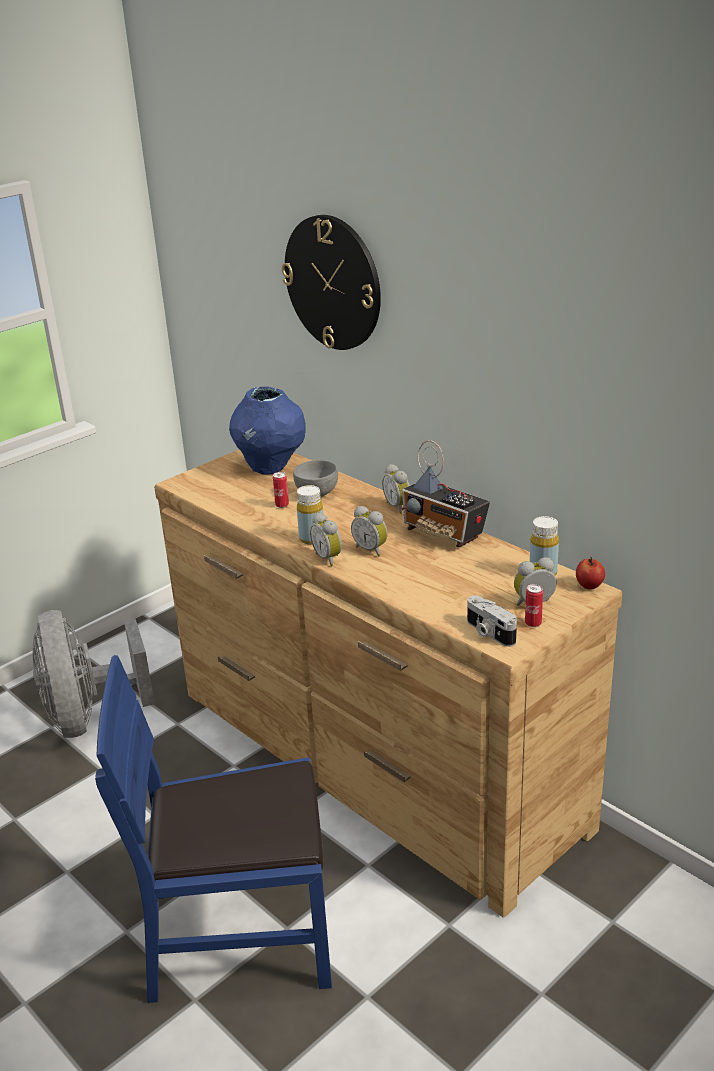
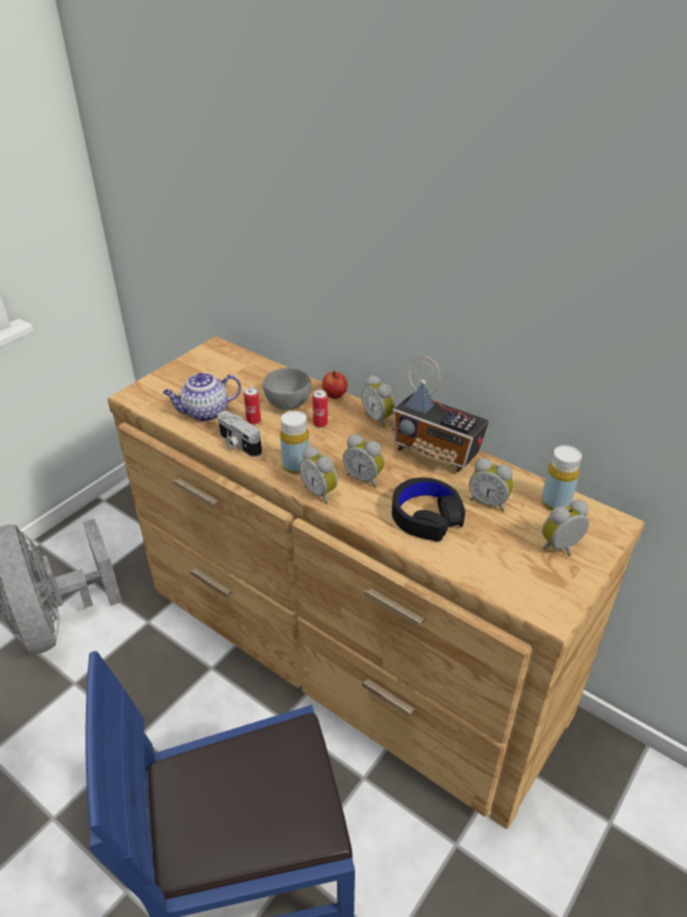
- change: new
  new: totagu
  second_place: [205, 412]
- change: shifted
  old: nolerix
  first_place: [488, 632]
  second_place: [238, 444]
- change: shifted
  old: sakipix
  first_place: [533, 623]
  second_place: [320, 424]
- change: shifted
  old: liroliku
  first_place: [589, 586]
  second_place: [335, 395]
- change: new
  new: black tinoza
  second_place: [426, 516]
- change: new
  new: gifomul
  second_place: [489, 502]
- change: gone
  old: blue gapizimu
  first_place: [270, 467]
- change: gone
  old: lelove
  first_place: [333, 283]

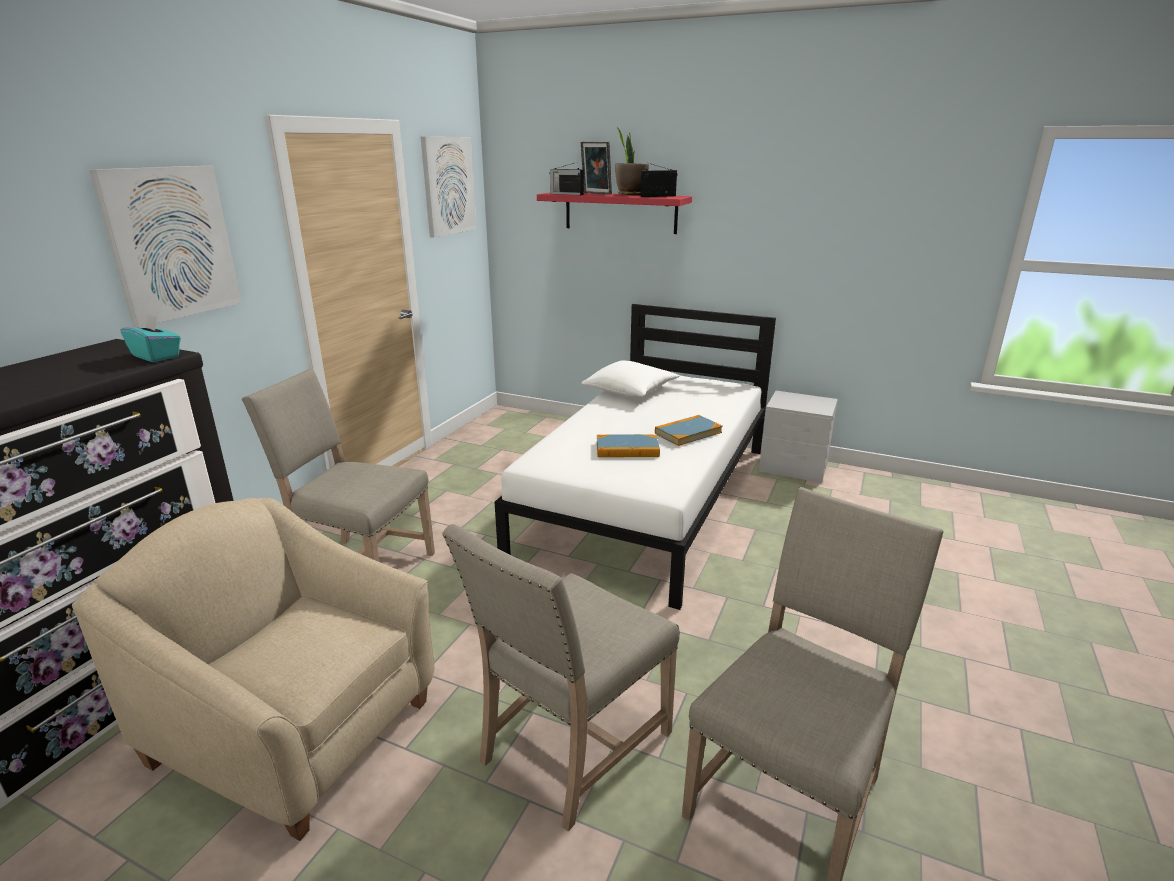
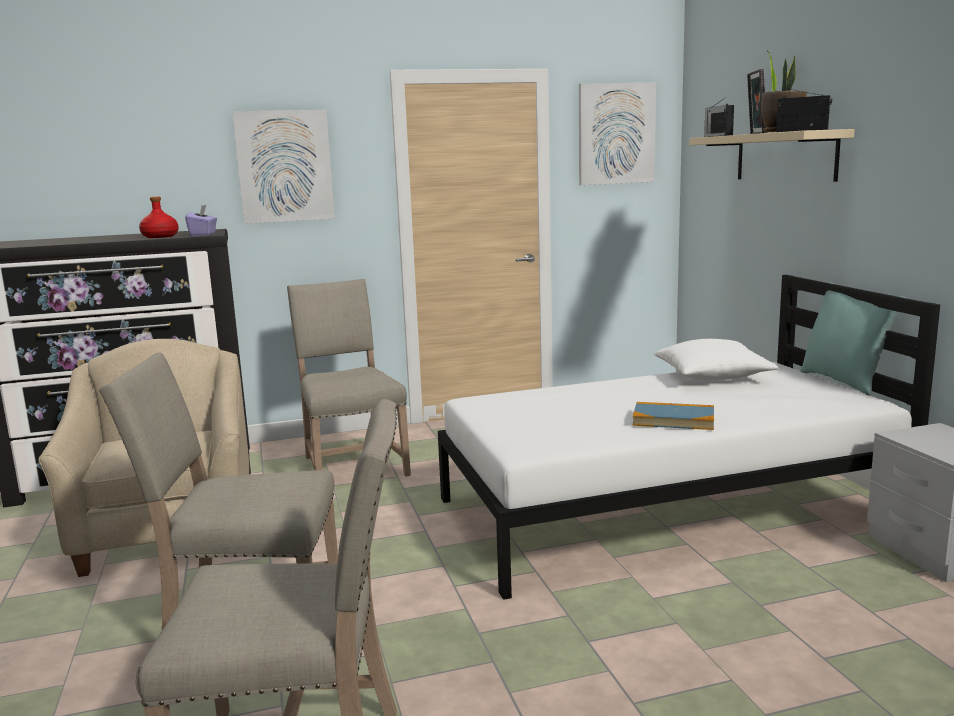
- change: new
  new: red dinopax
  second_place: [159, 236]
- change: repainted
  old: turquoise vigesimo
  new: purple vigesimo
  first_place: [156, 356]
  second_place: [203, 234]
- change: repainted
  old: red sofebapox
  new: beige sofebapox
  first_place: [620, 212]
  second_place: [785, 156]
- change: new
  new: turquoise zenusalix
  second_place: [844, 382]
- change: gone
  old: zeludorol
  first_place: [627, 449]

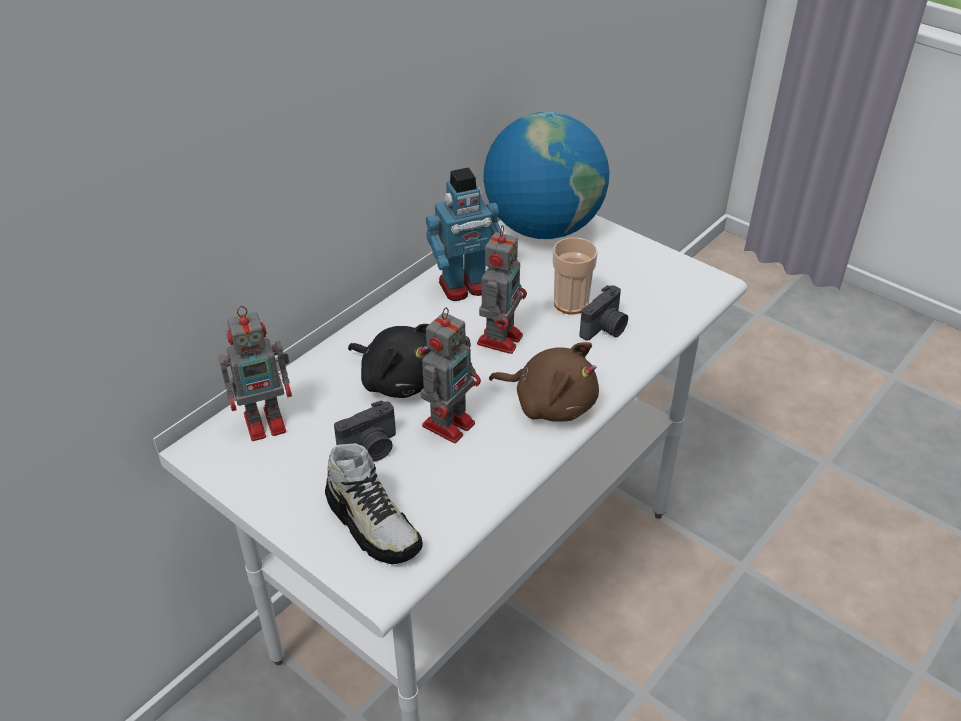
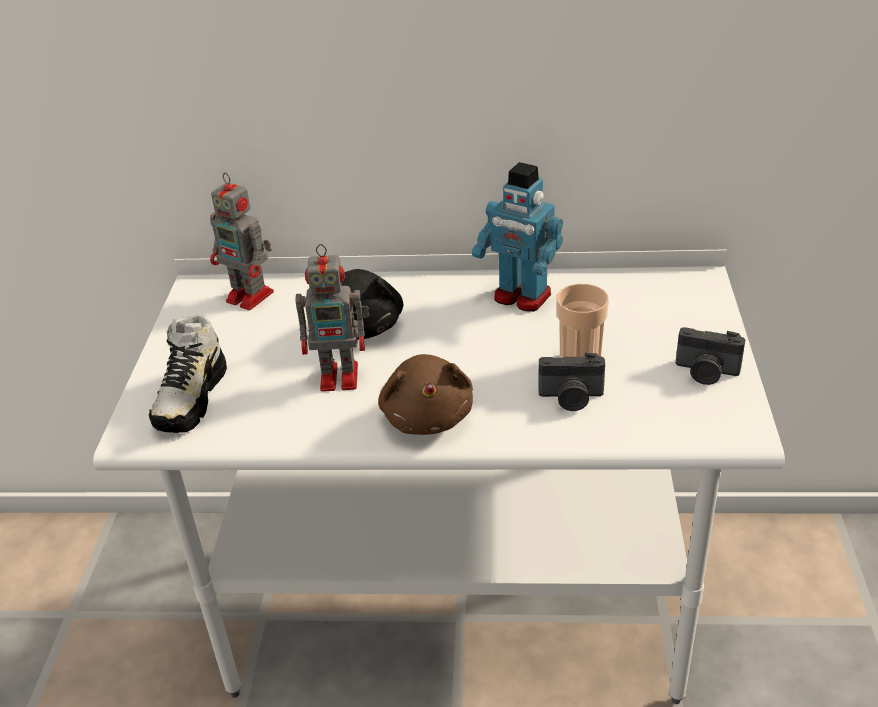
- change: shifted
  old: nolerix
  first_place: [371, 448]
  second_place: [706, 372]
- change: gone
  old: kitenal
  first_place: [500, 338]
- change: gone
  old: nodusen
  first_place: [542, 228]

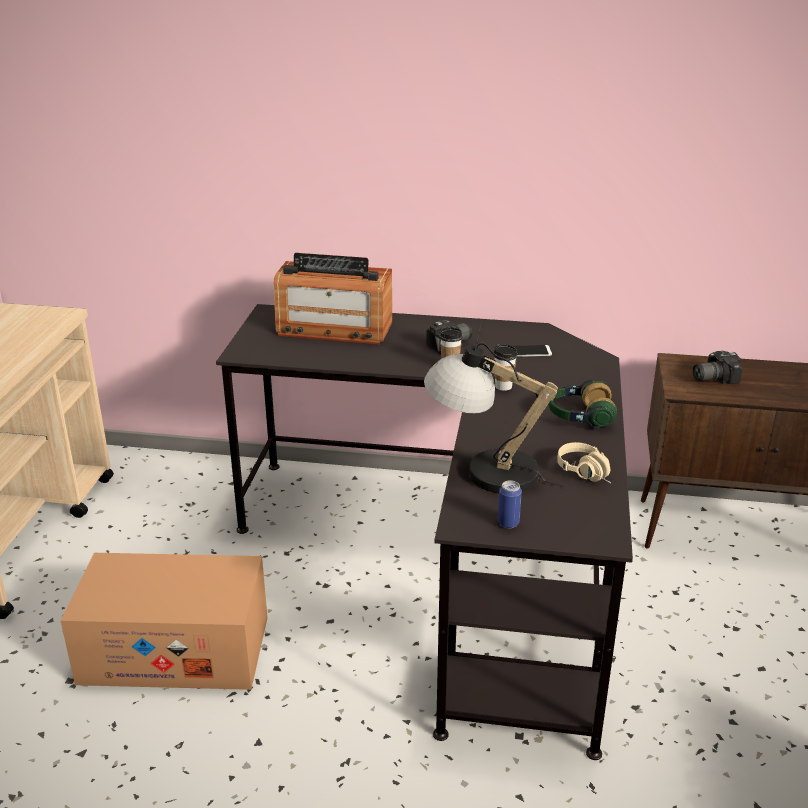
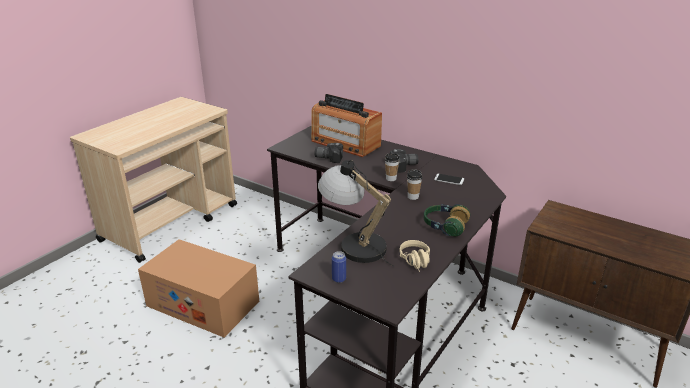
- change: shifted
  old: nolerix
  first_place: [712, 377]
  second_place: [329, 158]

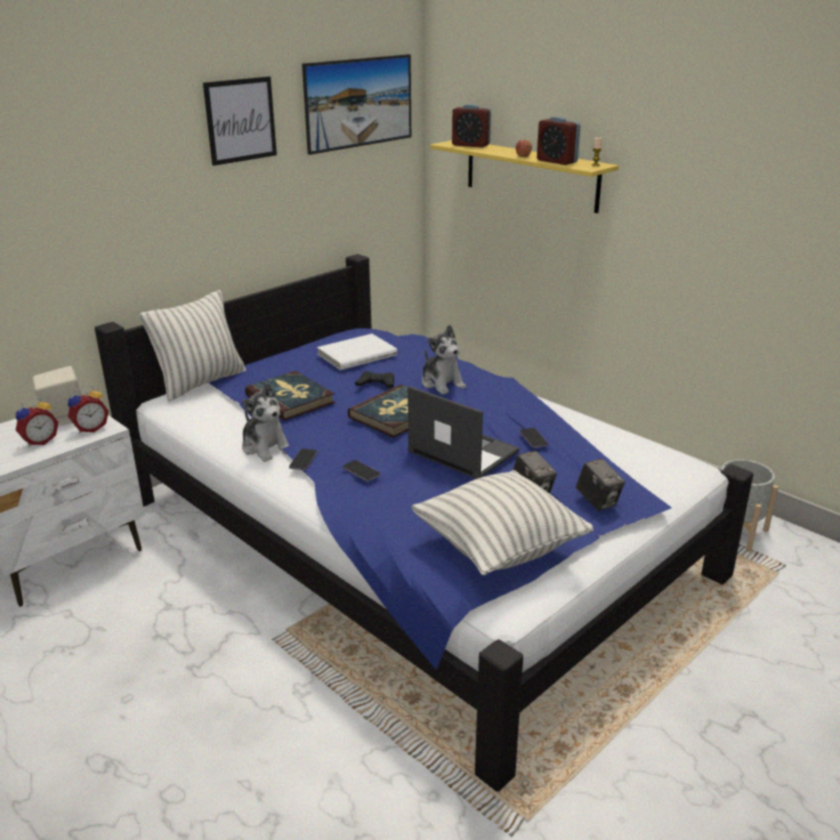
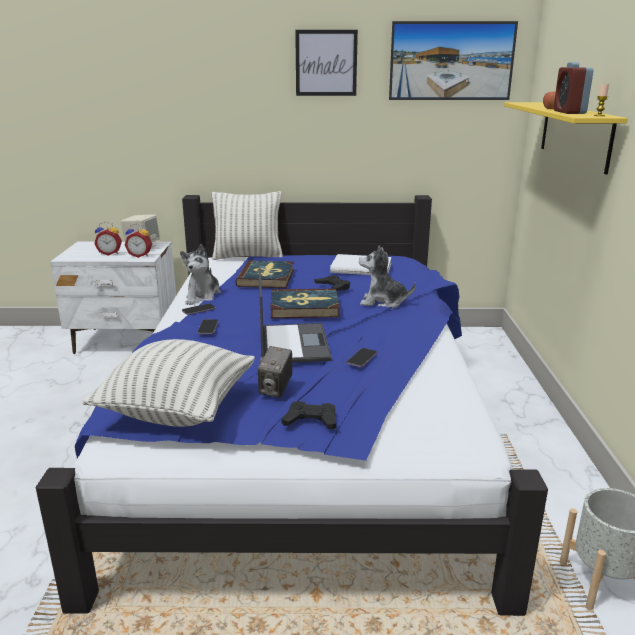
- change: swapped
  old: nolerix
  new: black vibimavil
  first_place: [598, 501]
  second_place: [311, 421]
- change: rotated
  old: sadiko
  first_place: [442, 383]
  second_place: [383, 303]
  degrees: 90
- change: gone
  old: gifomul
  first_place: [470, 145]

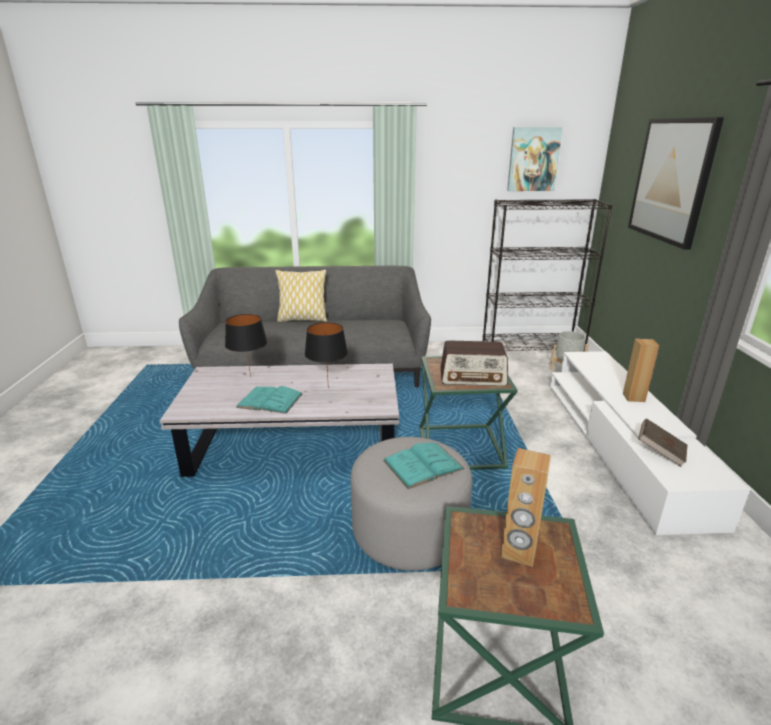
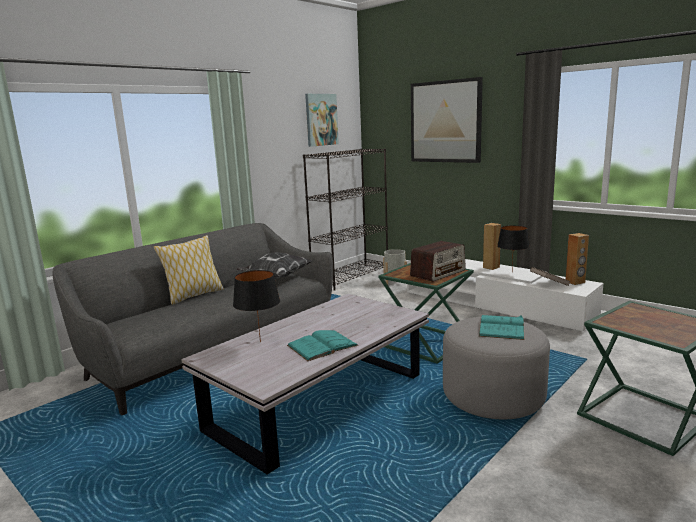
- change: new
  new: zenusalix
  second_place: [275, 278]
- change: shifted
  old: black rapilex
  first_place: [328, 388]
  second_place: [512, 272]
- change: shifted
  old: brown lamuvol
  first_place: [518, 552]
  second_place: [575, 282]

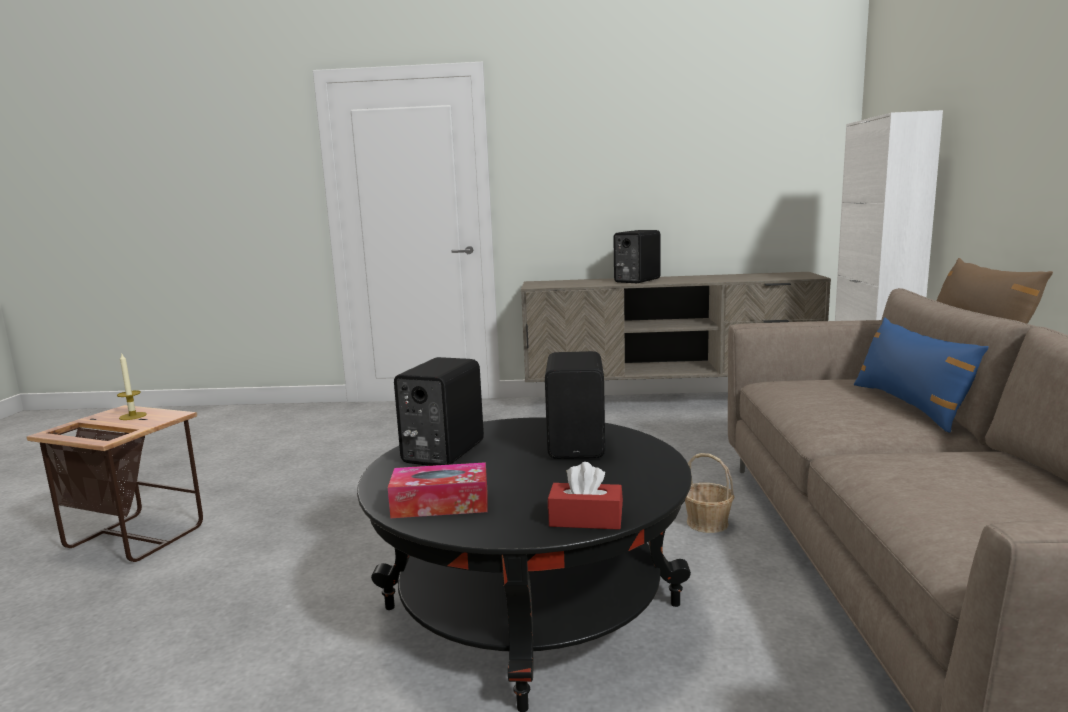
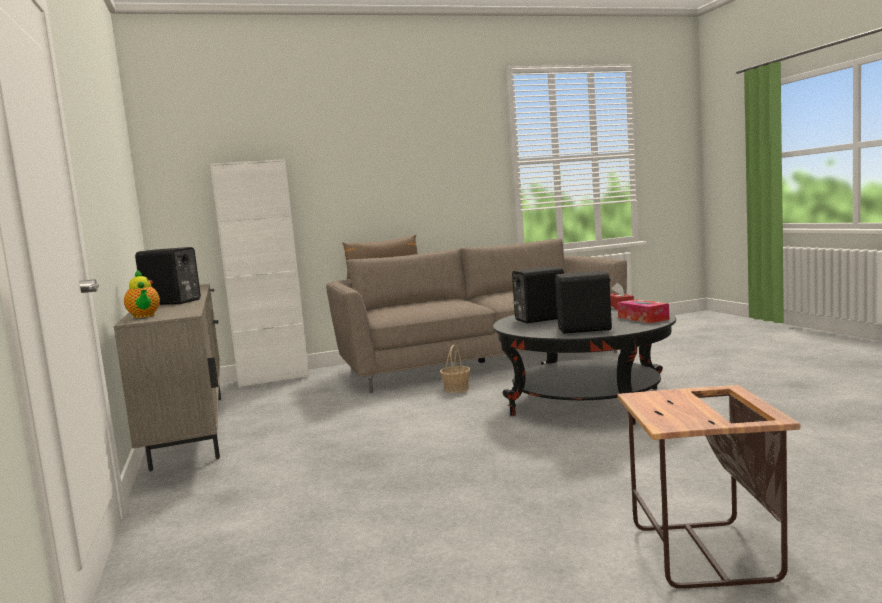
- change: new
  new: totagu
  second_place: [144, 316]
- change: gone
  old: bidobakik
  first_place: [133, 416]
- change: gone
  old: blue zenusalix
  first_place: [910, 405]

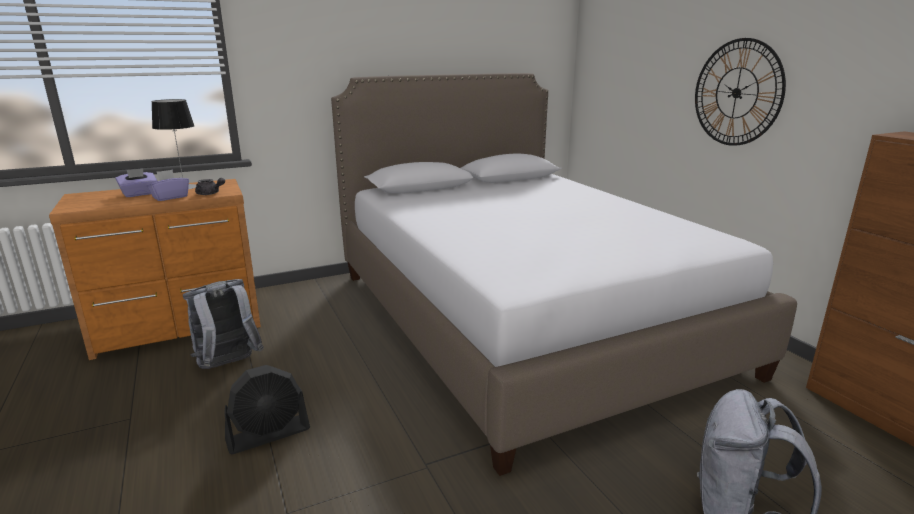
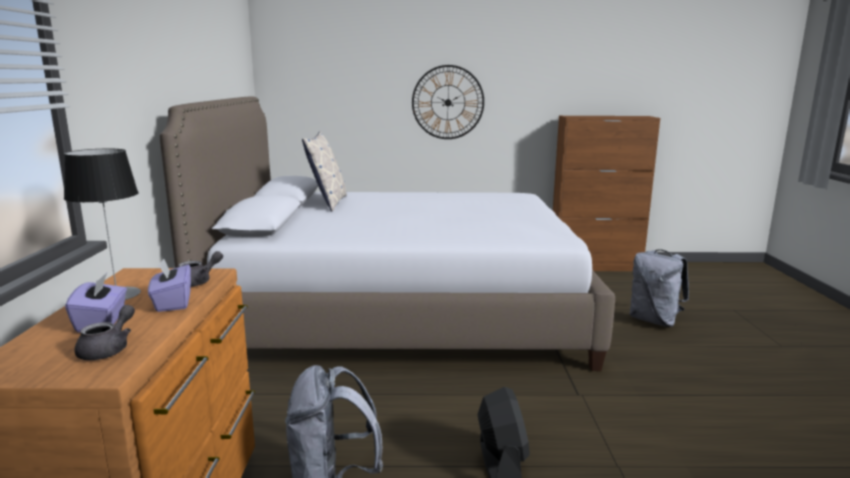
- change: new
  new: grey totagu
  second_place: [109, 349]
- change: new
  new: zenusalix
  second_place: [327, 203]

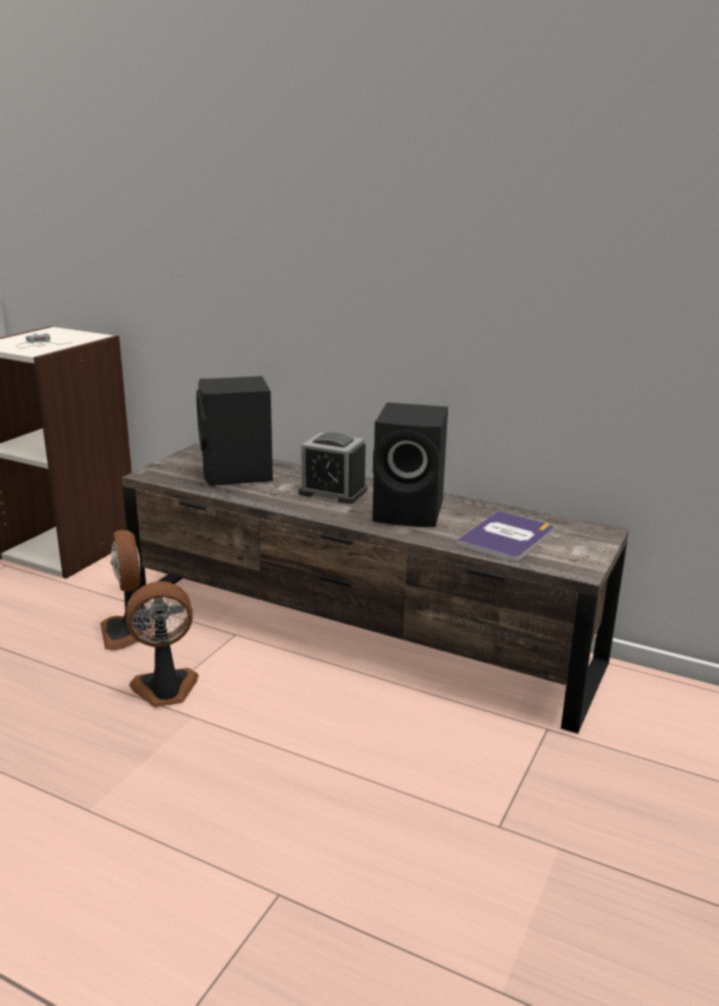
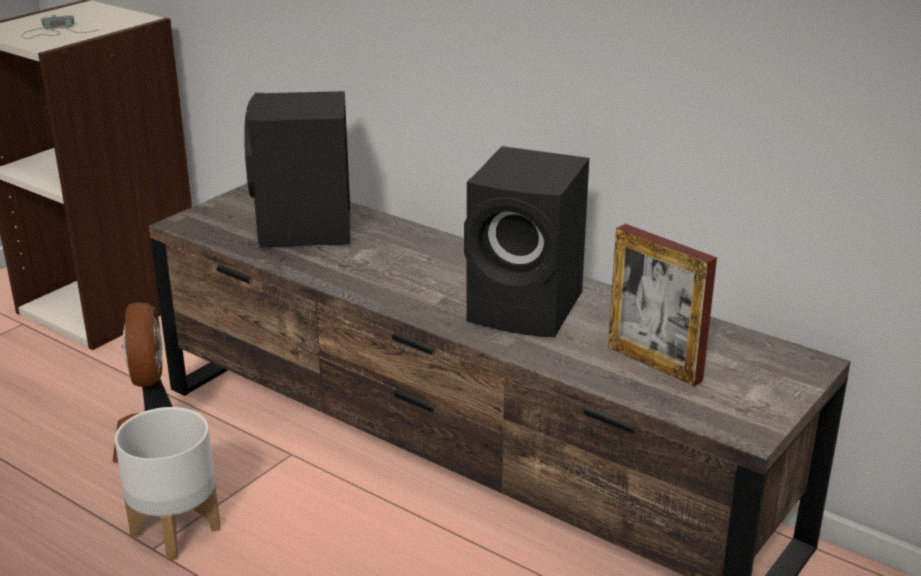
- change: swapped
  old: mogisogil
  new: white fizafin
  first_place: [165, 690]
  second_place: [174, 531]
- change: swapped
  old: zeludorol
  new: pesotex
  first_place: [506, 538]
  second_place: [654, 363]
- change: gone
  old: gifomul
  first_place: [333, 492]

